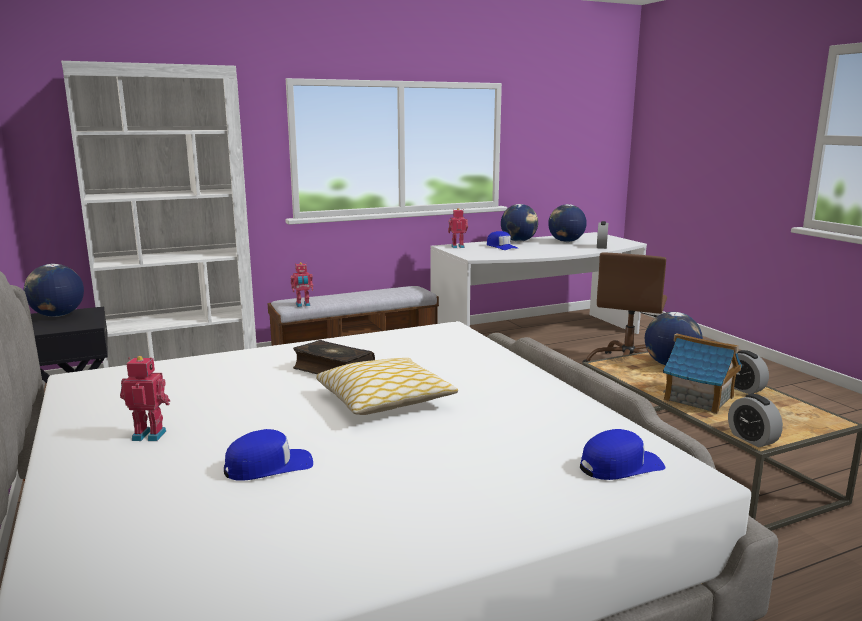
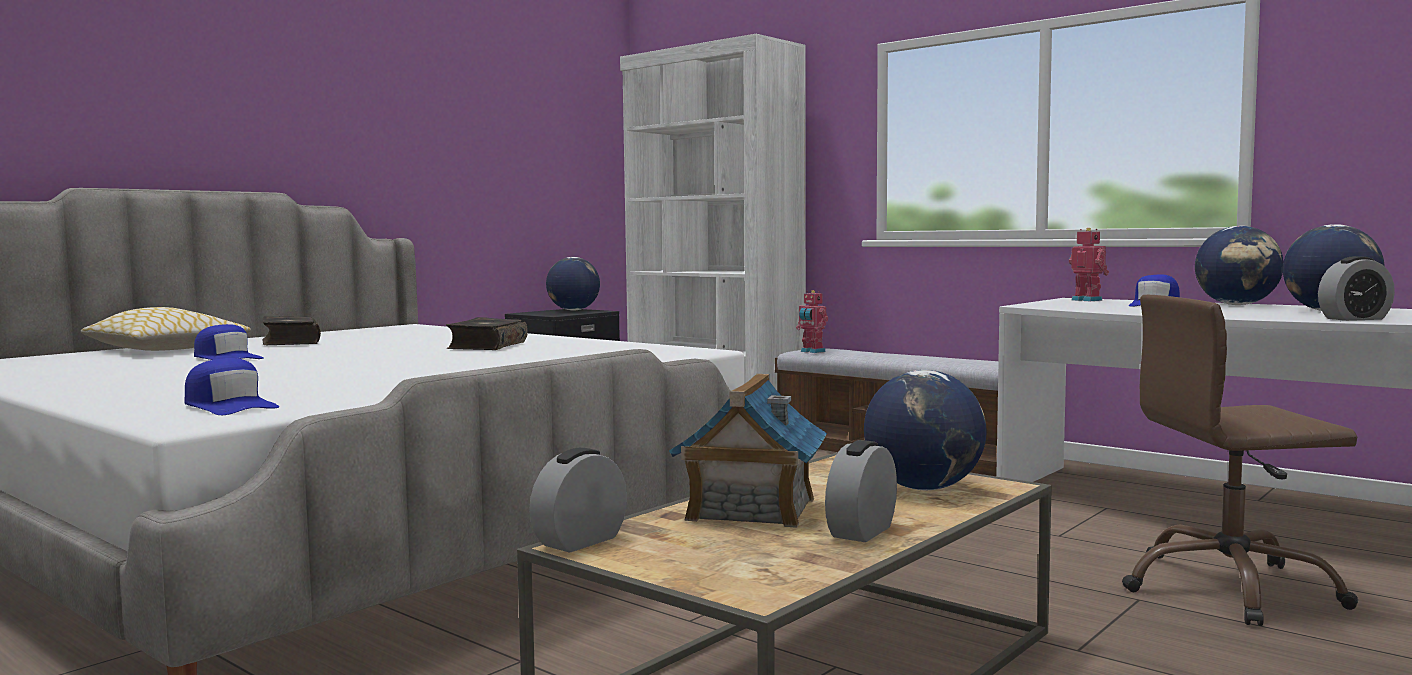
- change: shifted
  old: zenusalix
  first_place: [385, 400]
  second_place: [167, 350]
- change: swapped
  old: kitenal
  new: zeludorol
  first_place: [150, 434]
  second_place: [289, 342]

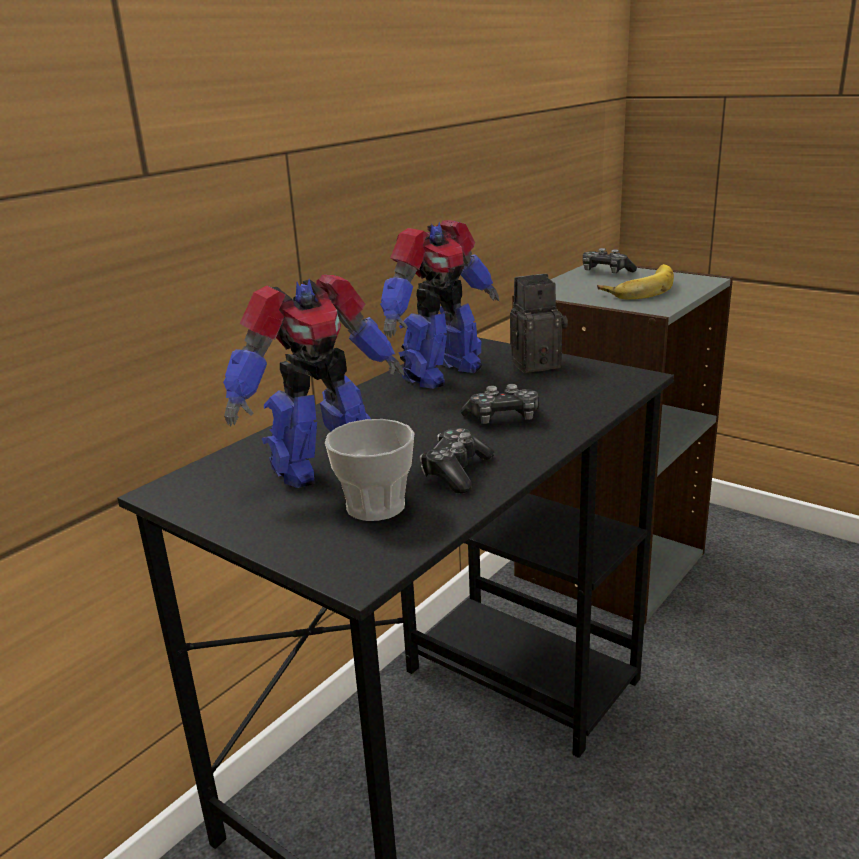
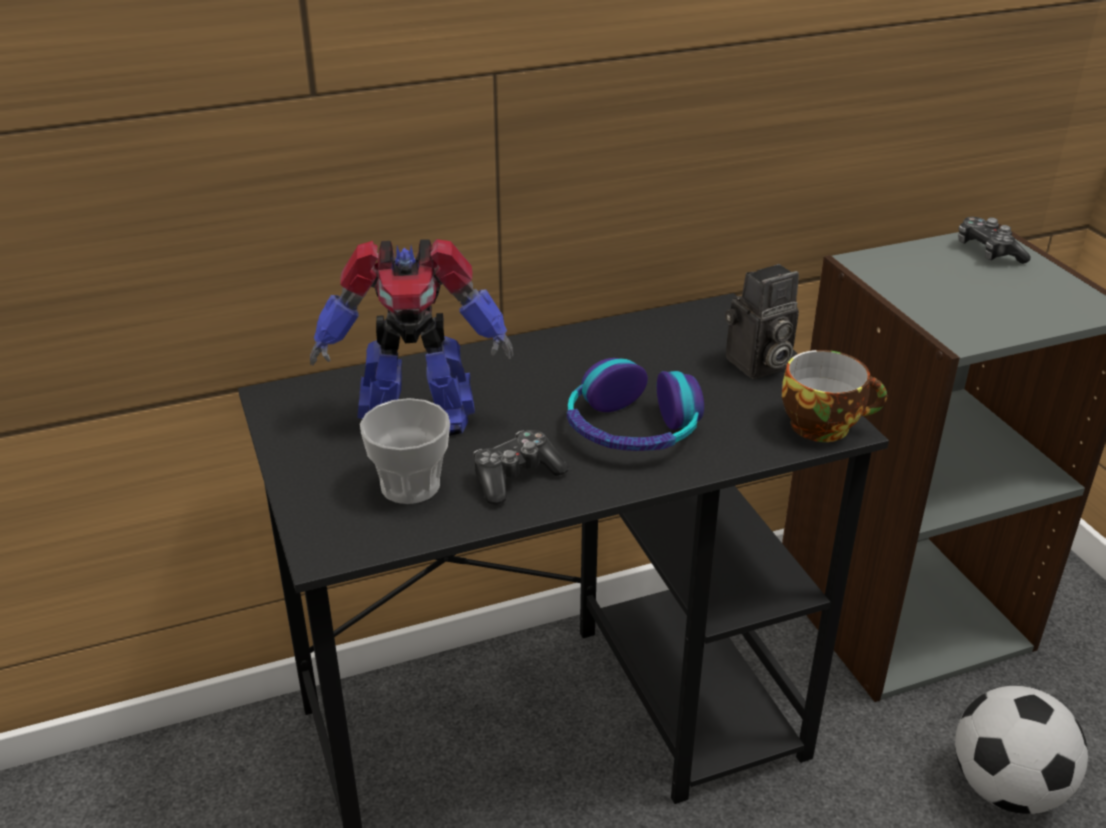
- change: swapped
  old: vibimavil
  new: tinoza
  first_place: [503, 418]
  second_place: [632, 429]
- change: rotated
  old: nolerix
  first_place: [537, 363]
  second_place: [757, 365]
  degrees: 135
- change: new
  new: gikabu
  second_place: [824, 425]
- change: new
  new: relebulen
  second_place: [1006, 788]
- change: gone
  old: kitenal
  first_place: [439, 373]
- change: gone
  old: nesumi
  first_place: [638, 288]

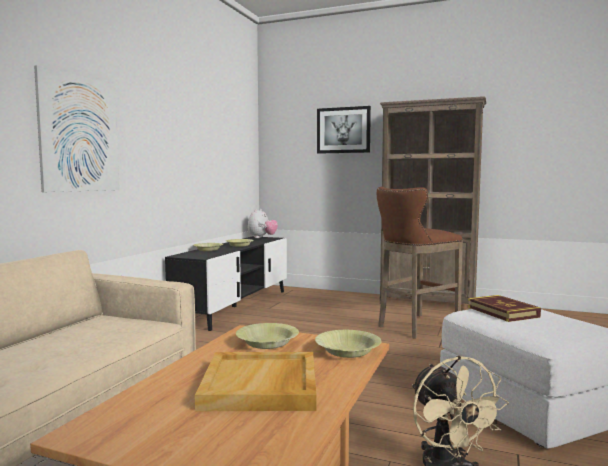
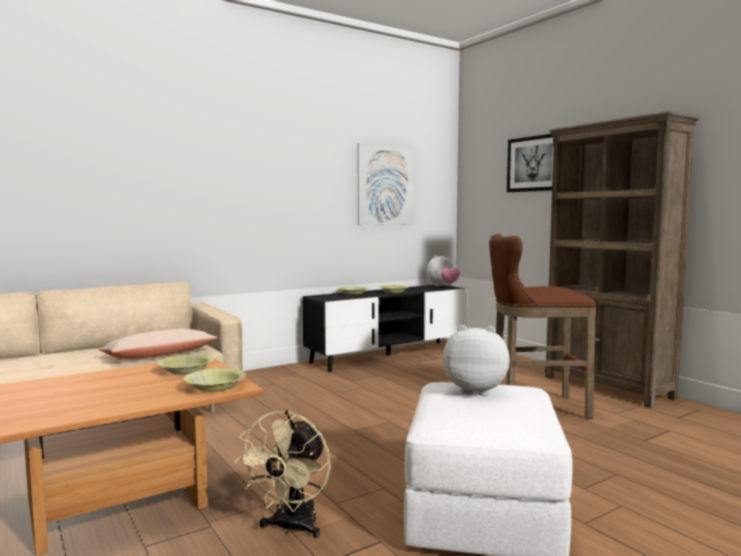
- change: new
  new: beige zenusalix
  second_place: [159, 355]
- change: shifted
  old: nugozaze
  first_place: [80, 134]
  second_place: [385, 185]
- change: swapped
  old: zeludorol
  new: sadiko
  first_place: [502, 312]
  second_place: [475, 390]
- change: gone
  old: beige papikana
  first_place: [261, 386]

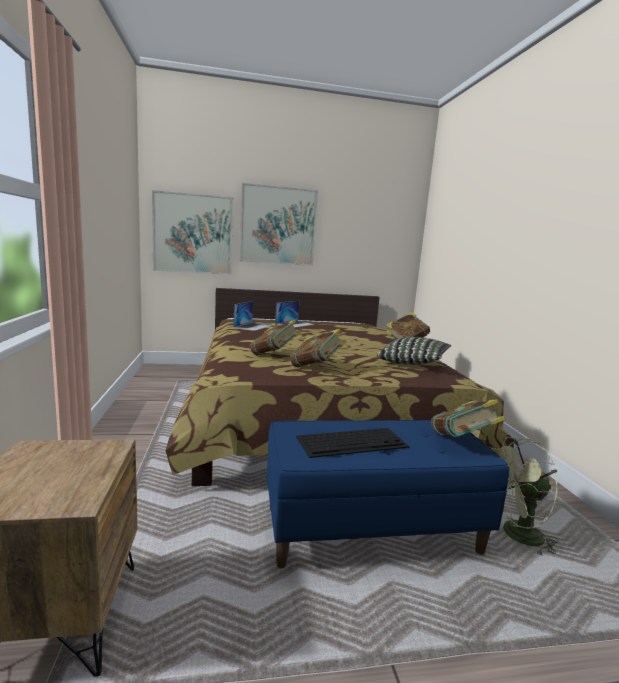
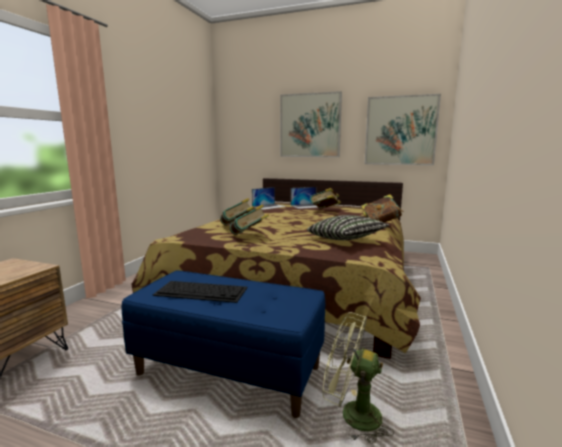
- change: shifted
  old: zeludorol
  first_place: [462, 442]
  second_place: [325, 210]
- change: shifted
  old: nugozaze
  first_place: [193, 234]
  second_place: [400, 131]

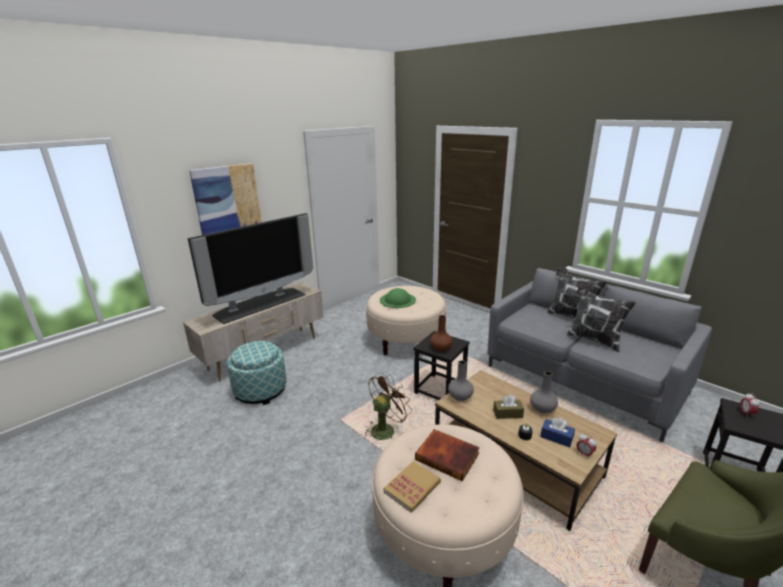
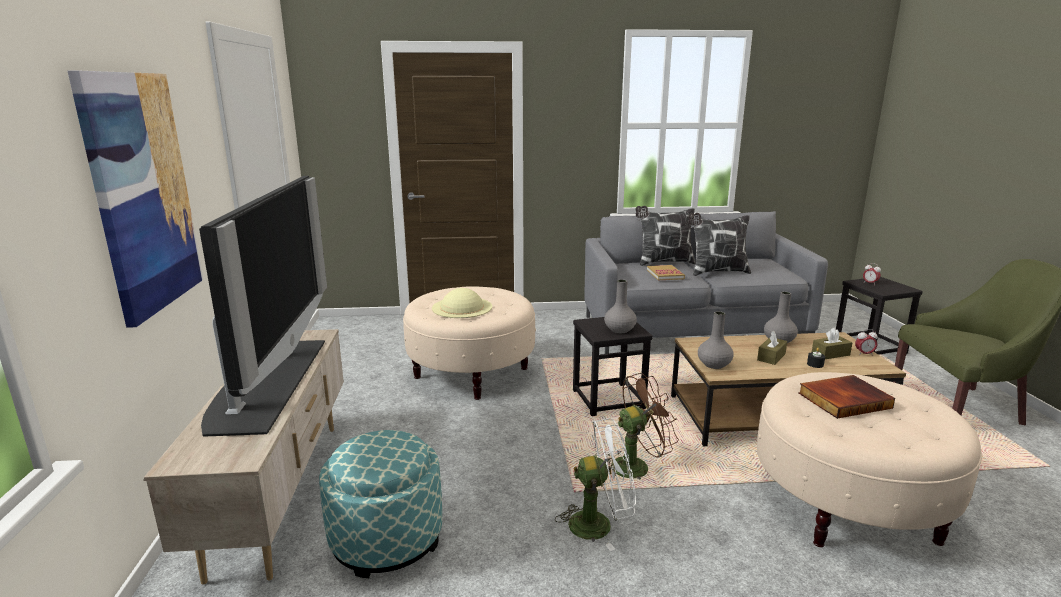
- change: repainted
  old: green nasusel
  new: beige nasusel
  first_place: [397, 300]
  second_place: [462, 307]
- change: new
  new: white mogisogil
  second_place: [599, 524]
- change: repainted
  old: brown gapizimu
  new: grey gapizimu
  first_place: [441, 348]
  second_place: [620, 330]
- change: rotated
  old: brown mogisogil
  first_place: [385, 428]
  second_place: [636, 465]
  degrees: 75
- change: shifted
  old: zeludorol
  first_place: [412, 487]
  second_place: [665, 274]
- change: repainted
  old: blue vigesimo
  new: brown vigesimo
  first_place: [556, 437]
  second_place: [830, 354]

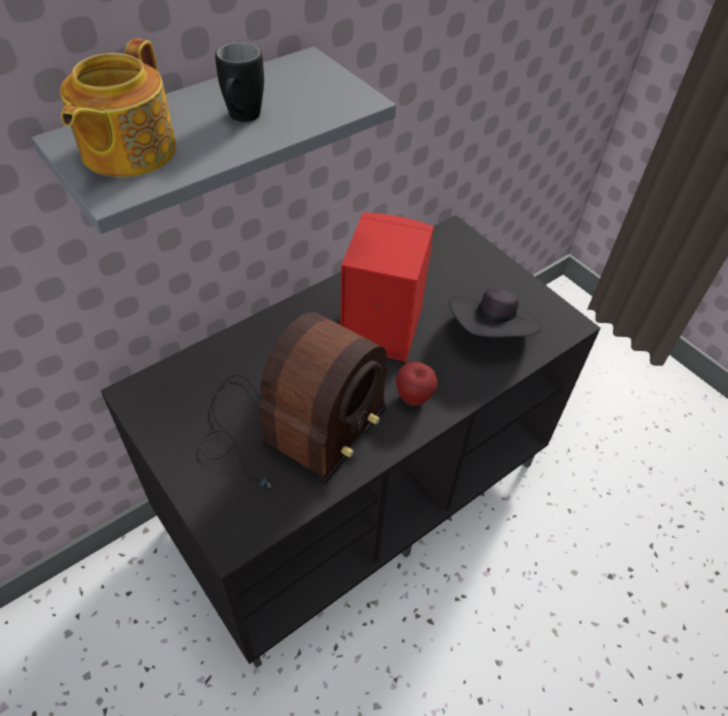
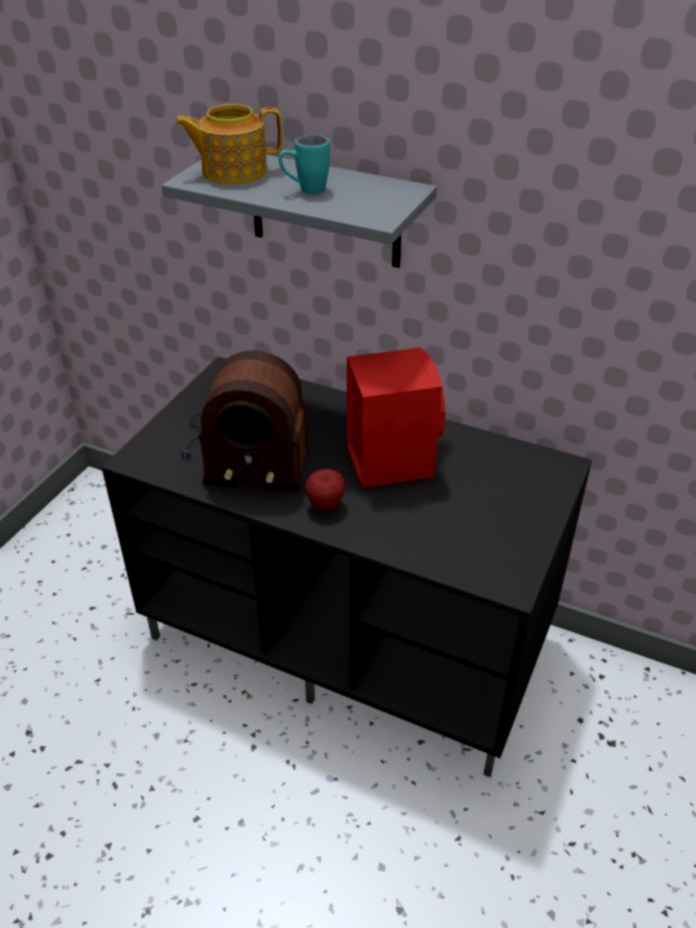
- change: repainted
  old: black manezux
  new: turquoise manezux
  first_place: [242, 119]
  second_place: [305, 190]
- change: gone
  old: black nasusel
  first_place: [491, 333]

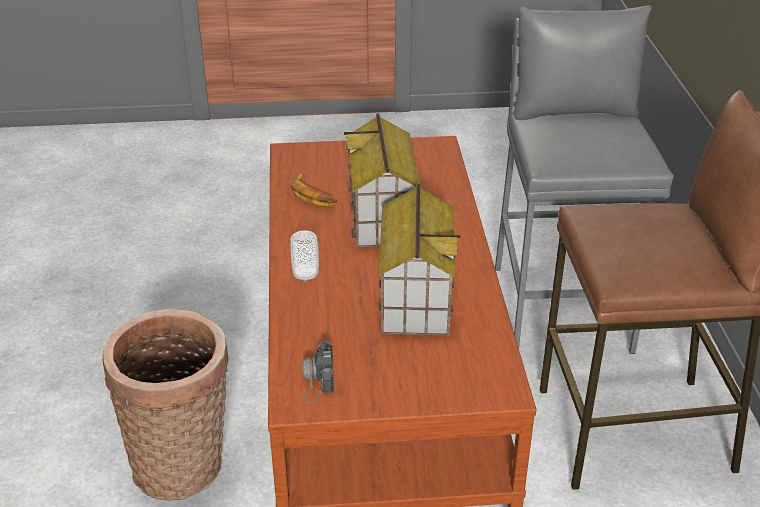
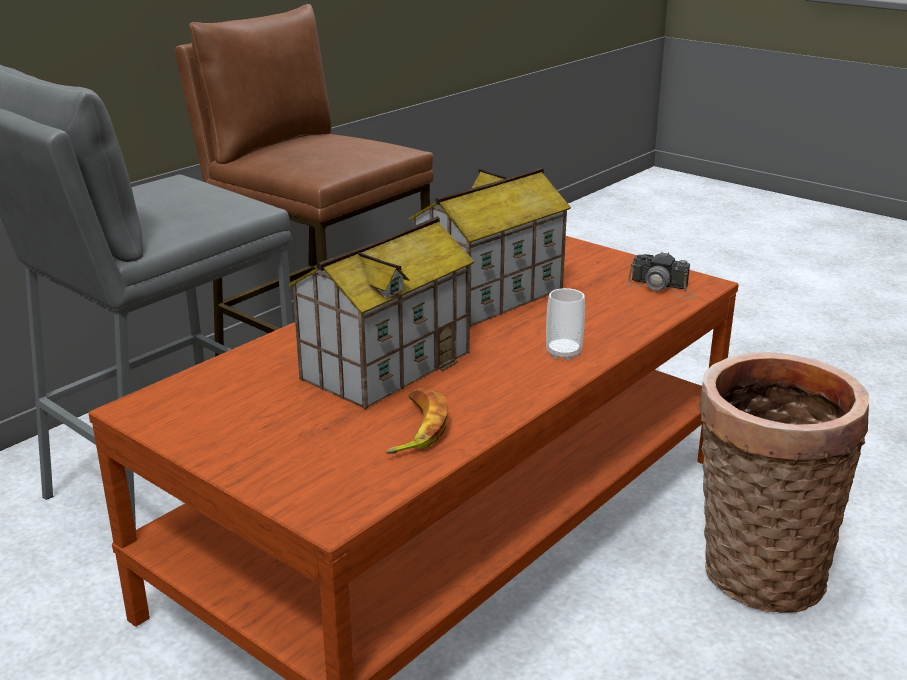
- change: rotated
  old: nolerix
  first_place: [317, 379]
  second_place: [662, 287]
  degrees: 75

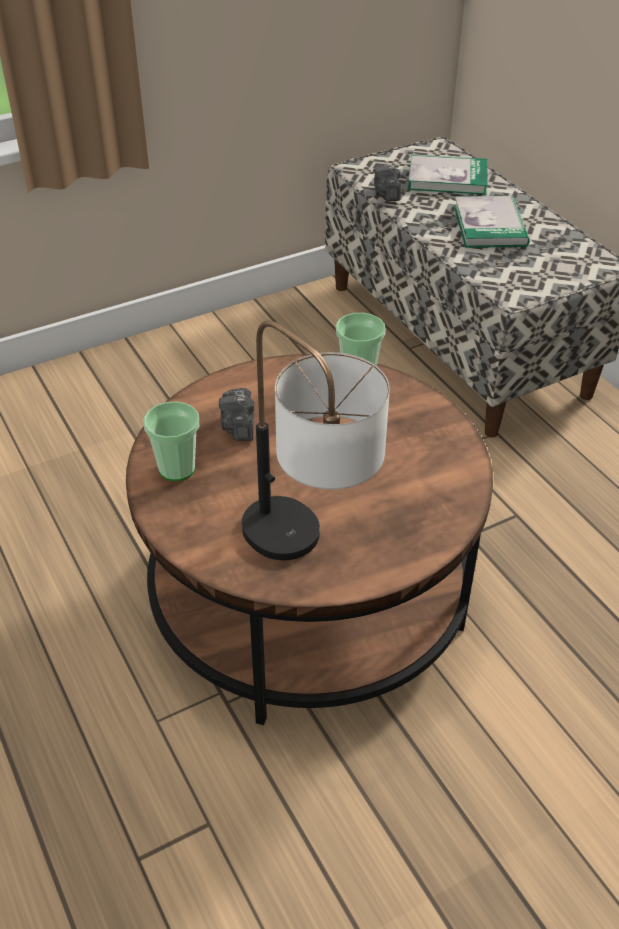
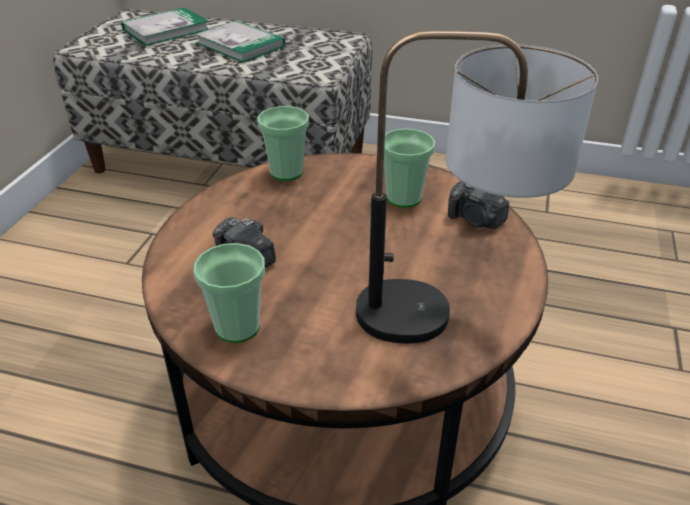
- change: new
  new: gikabu
  second_place: [404, 198]
- change: shifted
  old: nolerix
  first_place: [386, 194]
  second_place: [476, 220]

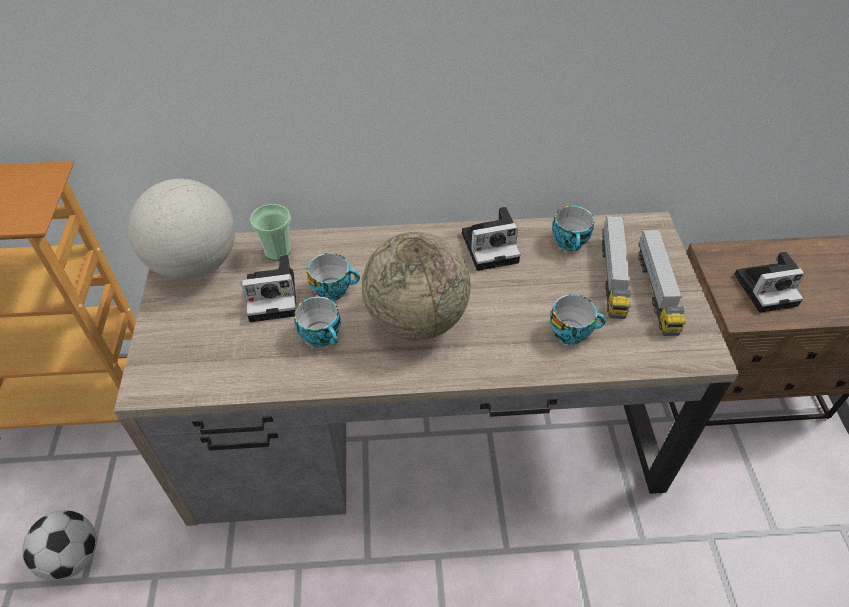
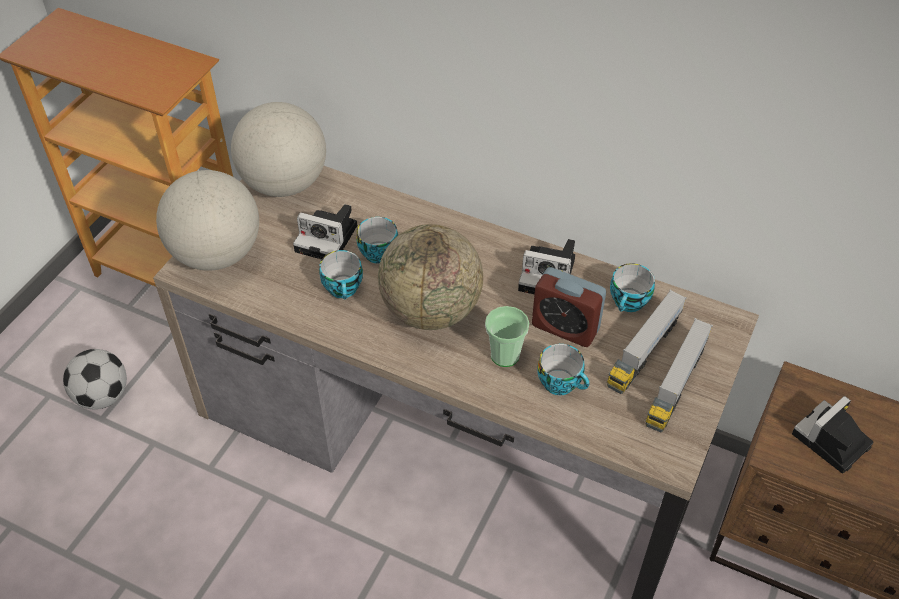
- change: new
  new: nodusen
  second_place: [217, 254]
- change: shifted
  old: gikabu
  first_place: [277, 251]
  second_place: [505, 355]
- change: new
  new: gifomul
  second_place: [565, 327]
- change: rotated
  old: nolerix
  first_place: [767, 289]
  second_place: [830, 442]
  degrees: 120

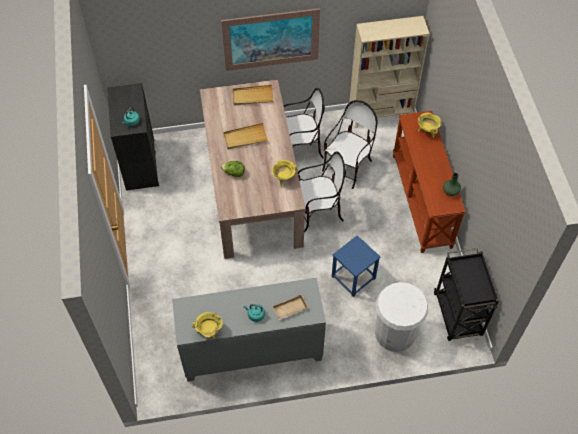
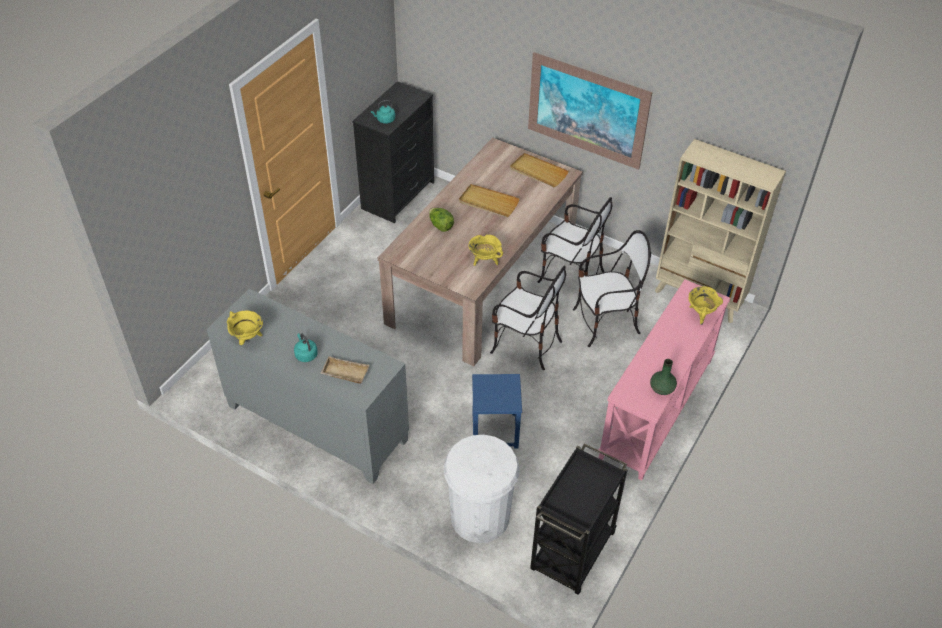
- change: repainted
  old: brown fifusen
  new: pink fifusen
  first_place: [422, 200]
  second_place: [657, 409]

